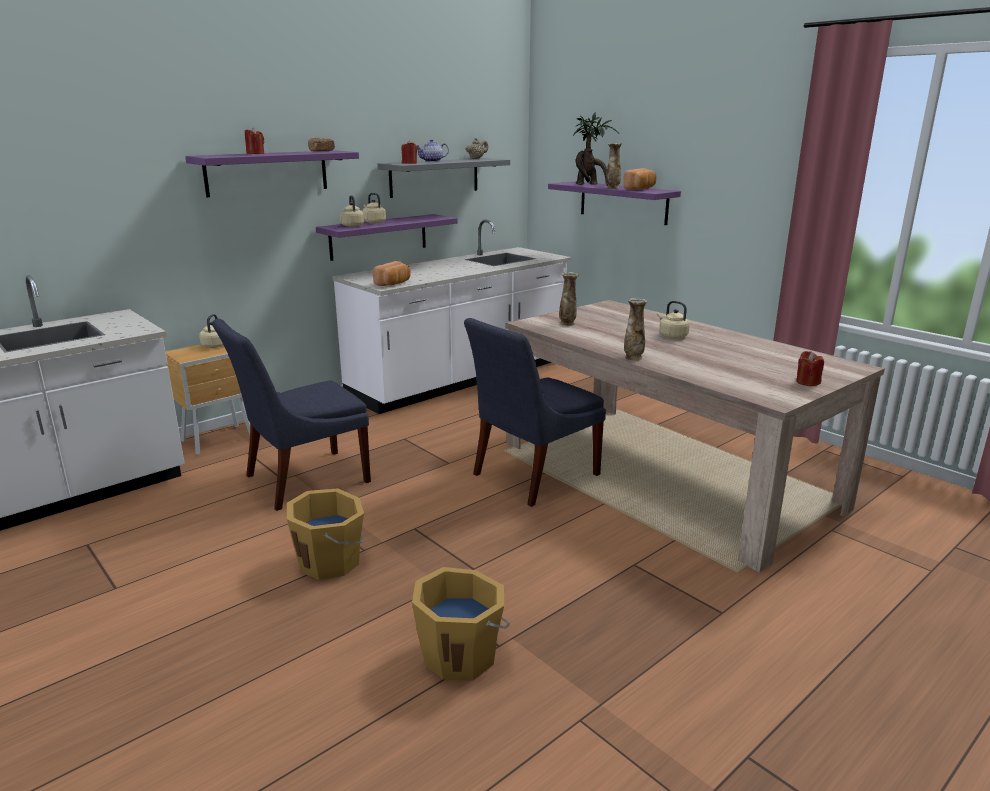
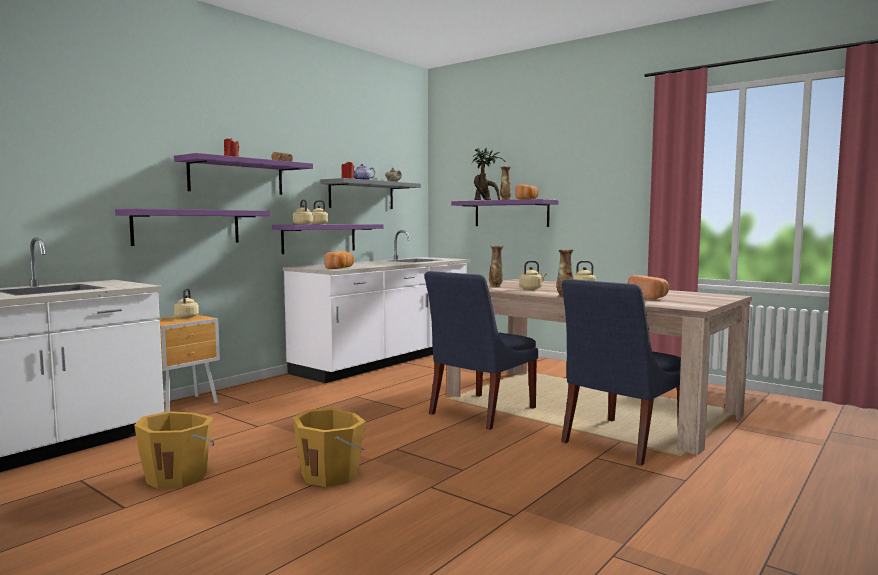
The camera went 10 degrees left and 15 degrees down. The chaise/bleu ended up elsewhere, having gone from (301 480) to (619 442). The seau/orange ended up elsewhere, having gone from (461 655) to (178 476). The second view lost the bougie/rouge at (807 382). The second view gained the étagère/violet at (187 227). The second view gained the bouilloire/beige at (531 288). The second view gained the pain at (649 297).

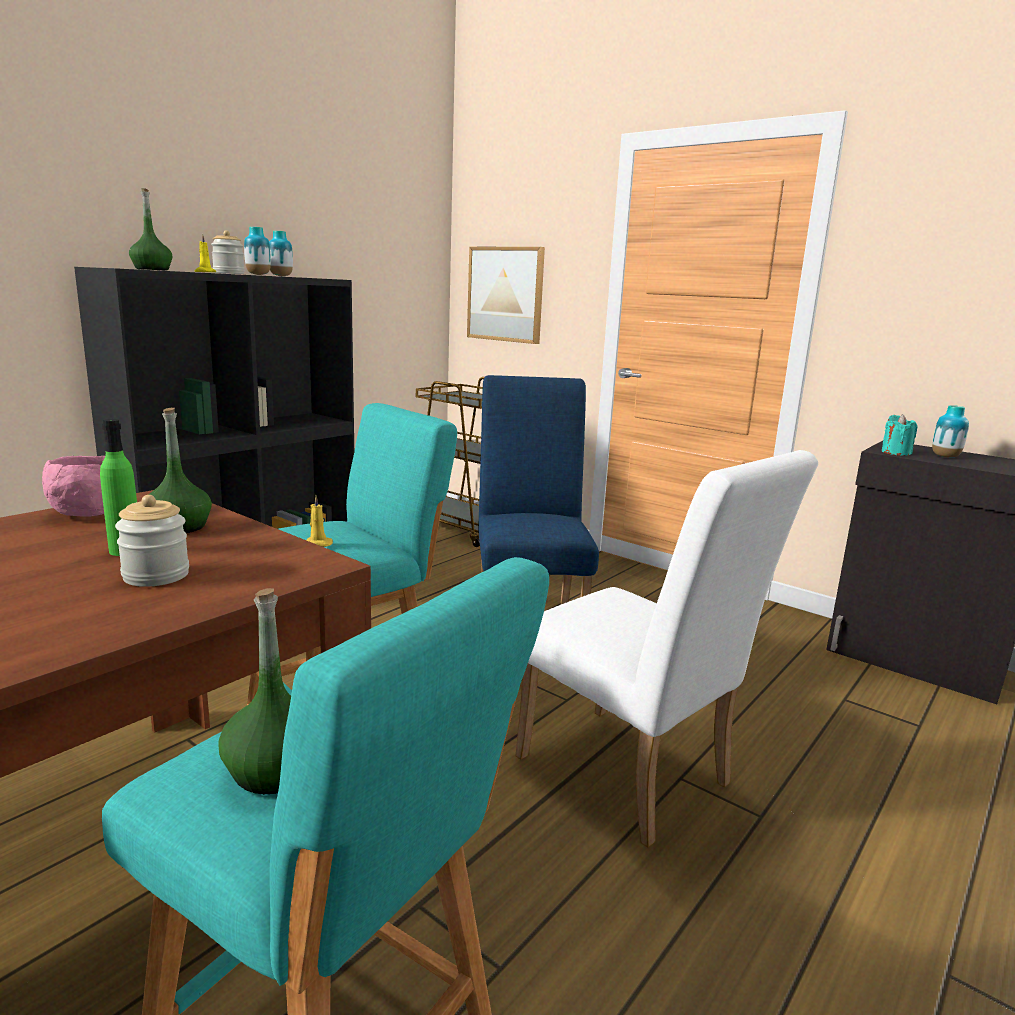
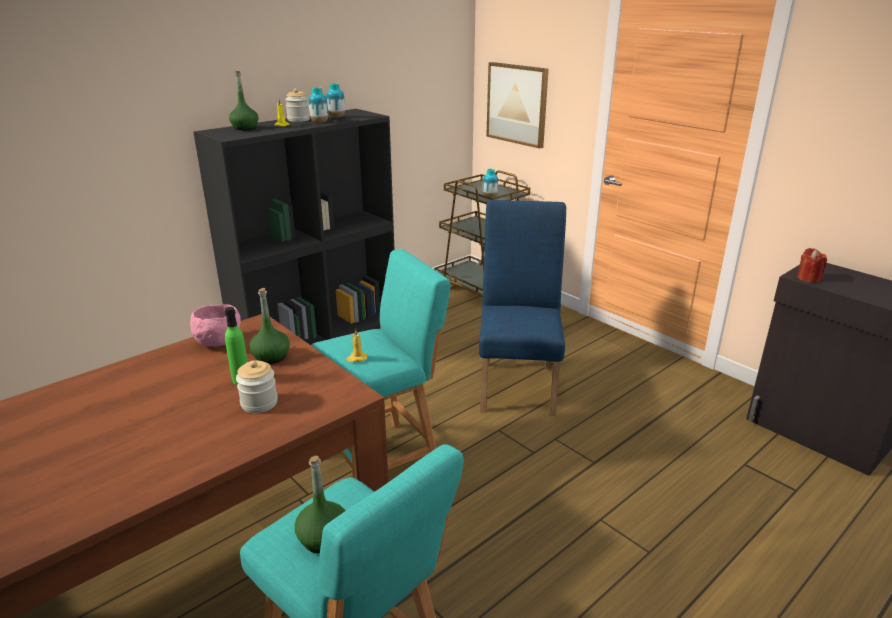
The camera went 10 degrees right and 10 degrees up. The second view lost the chaise/blanc at (633 779). What was the bougie/turquoise at (895 453) turned into the bougie/rouge at (808 278). The vase ended up elsewhere, having gone from (945 457) to (490 197).

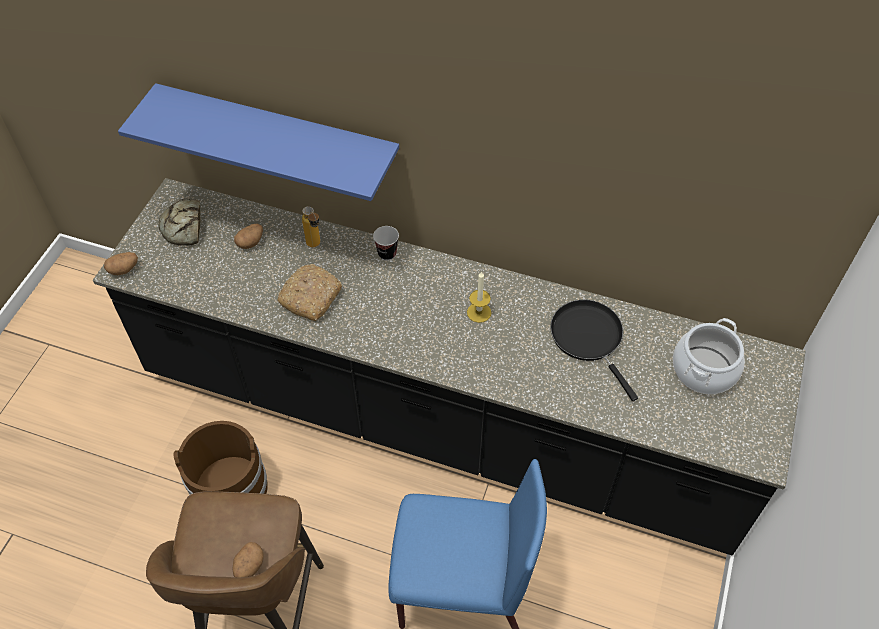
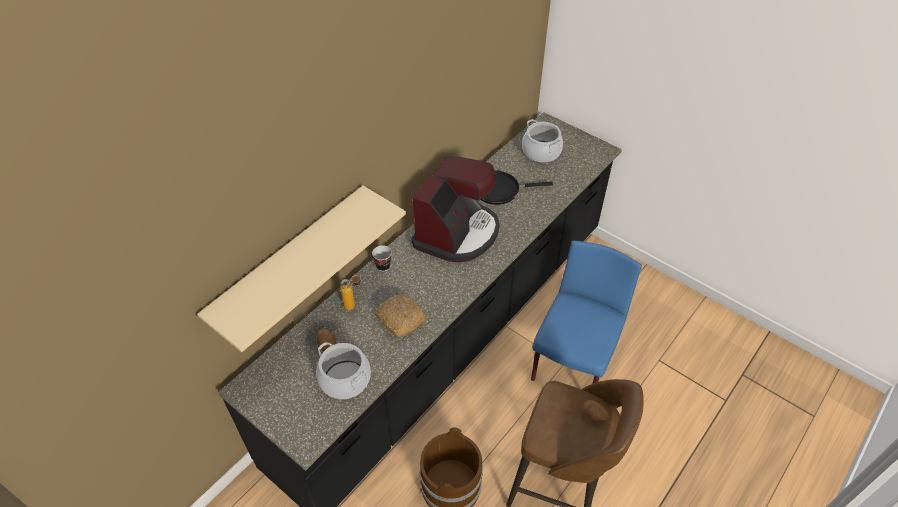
The camera went 70 degrees left and 5 degrees down. The second view lost the pomme de terre at (124 269). What was the étagère/bleu at (278 134) turned into the étagère/beige at (290 260). The second view lost the pain at (184 227). Where the bougie stood at (479 312), the machine à café came to stand at (457 233). The second view gained the marmite at (345 379).

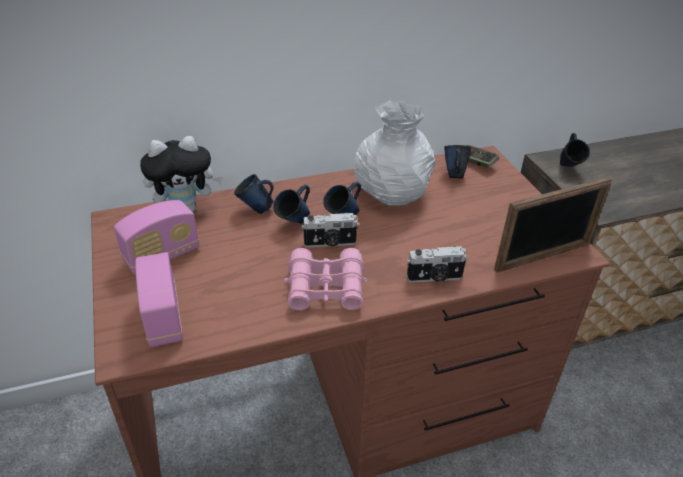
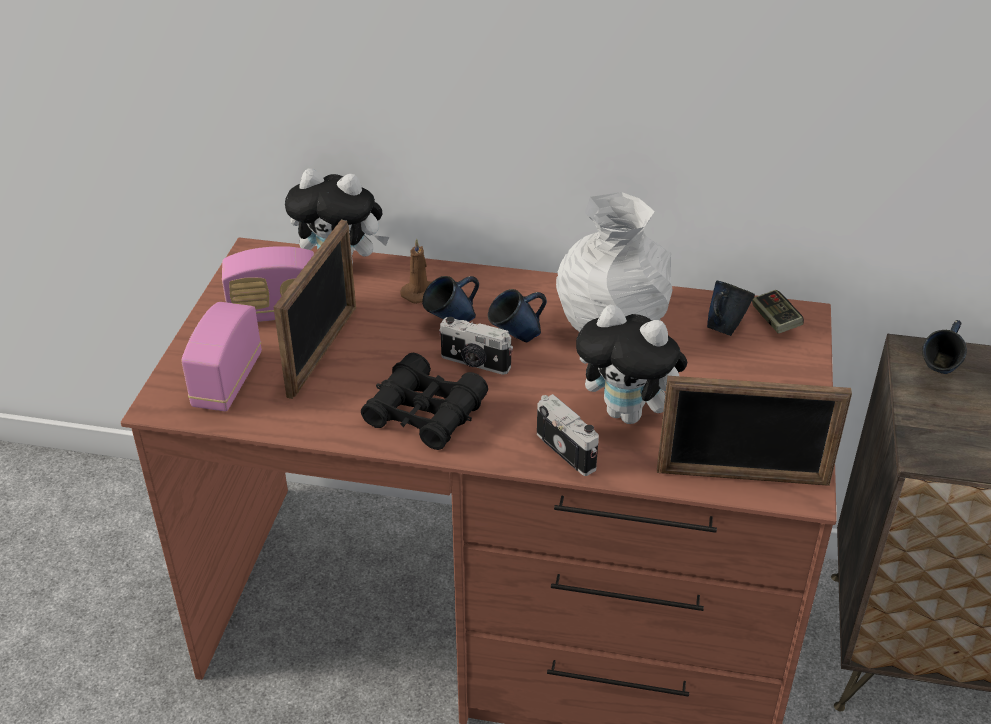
The camera went 30 degrees right and 0 degrees up. Where the mug/bleu stood at (256 210), the bougie/marron came to stand at (420 293). What was the jumelles/rose at (326 288) turned into the jumelles/noir at (425 413). The appareil photo at (435 278) ended up facing another way, 150 degrees counterclockwise from before. The second view gained the cadre photo at (323 351). The second view gained the peluche at (629 414).

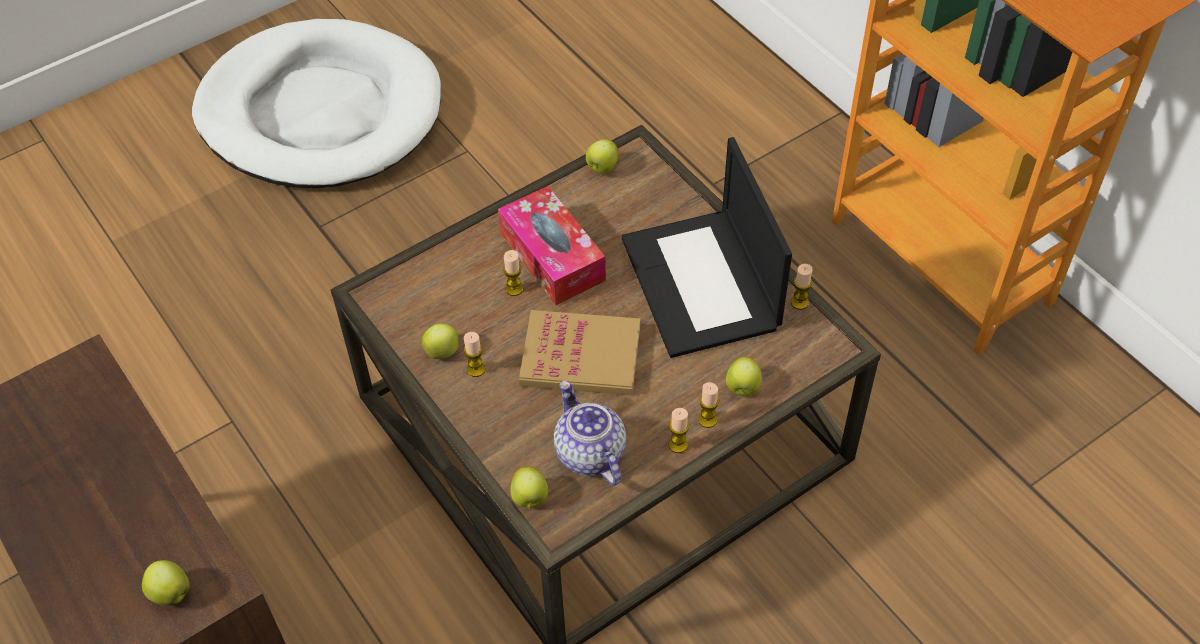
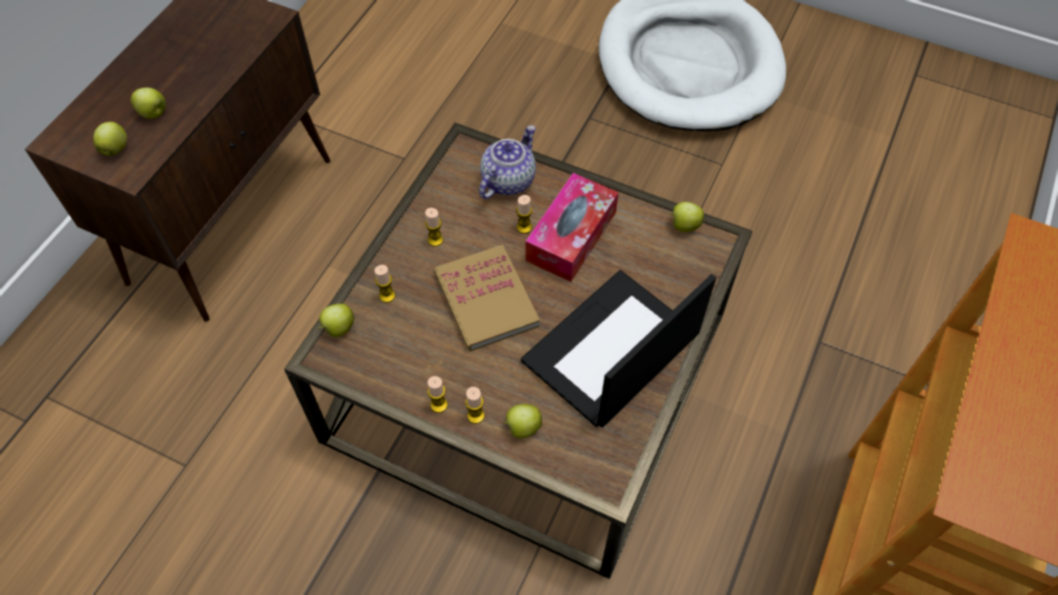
The camera went 60 degrees right and 5 degrees up. The pomme ended up elsewhere, having gone from (443 351) to (154 113). The théière ended up elsewhere, having gone from (589 453) to (508 180). The bougie ended up elsewhere, having gone from (799 302) to (387 296).

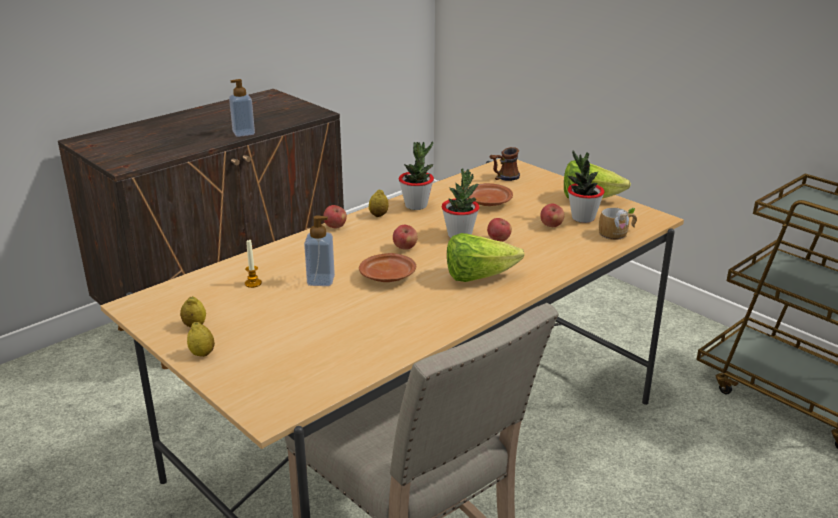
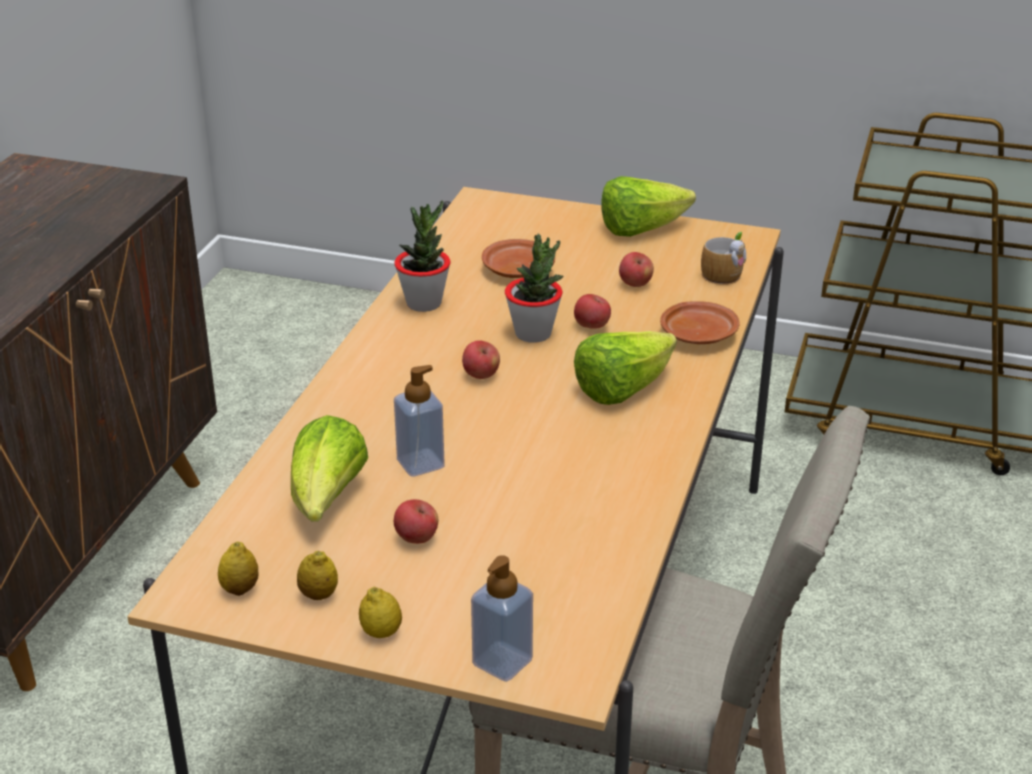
The camera went 30 degrees left and 5 degrees up. The distributeur de savon ended up elsewhere, having gone from (243 133) to (502 662). Where the bougie stood at (253 283), the laitue came to stand at (327 500). The pomme ended up elsewhere, having gone from (335 227) to (416 538). The assiette/marron ended up elsewhere, having gone from (388 276) to (699 335). The citron ended up elsewhere, having gone from (378 215) to (240 589). The second view lost the mug at (503 178). The second view lost the plante en pot at (583 218).

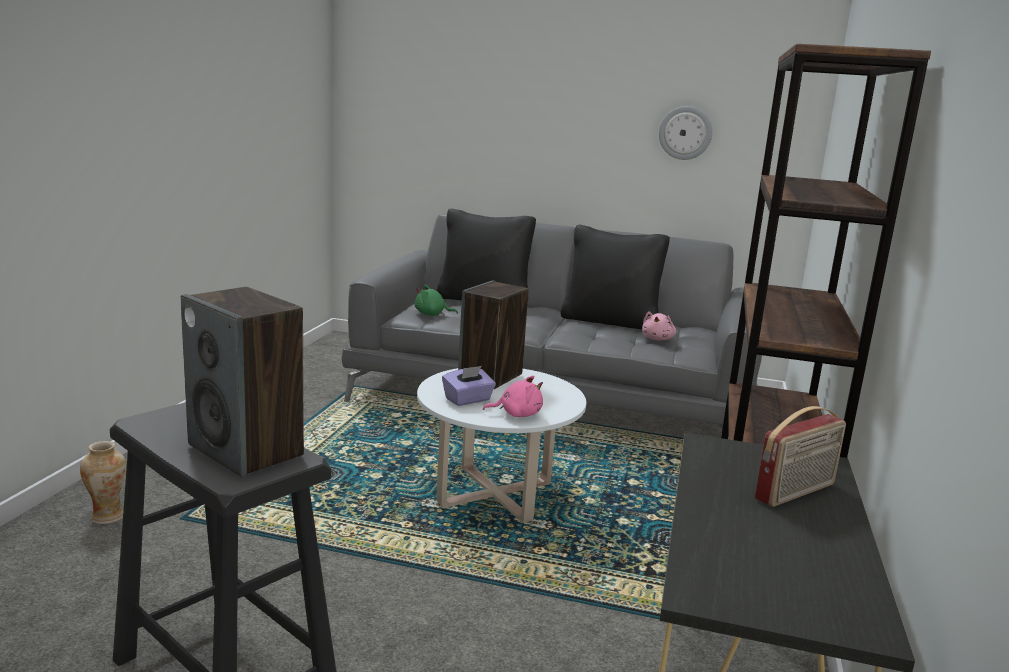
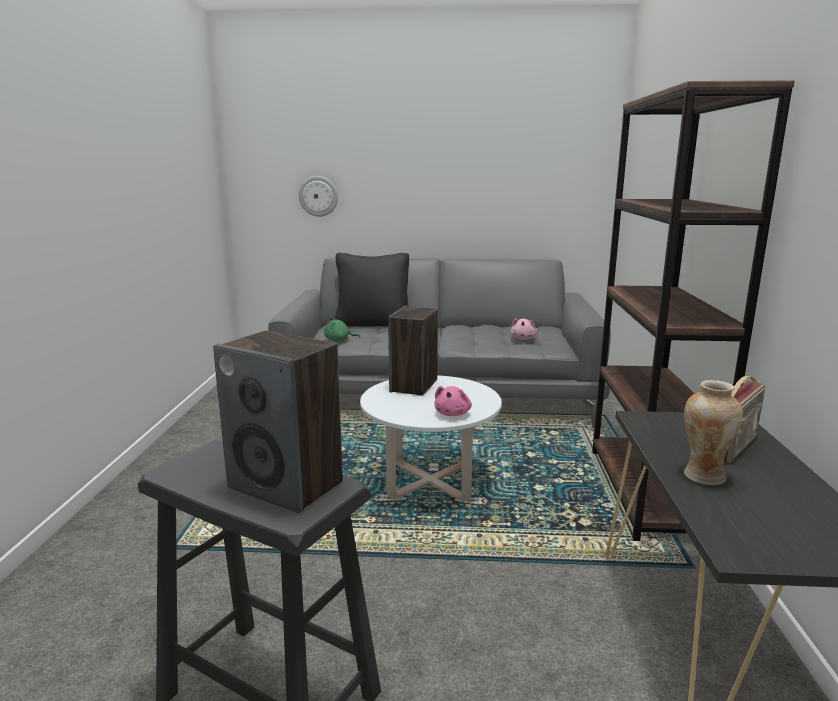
The camera went 10 degrees left and 0 degrees up. The vase ended up elsewhere, having gone from (107 516) to (703 476). The second view lost the boîte à mouchoirs/violet at (468 400). The peluche/rose at (517 414) ended up facing another way, 120 degrees clockwise from before. The second view lost the coussin/noir at (610 321). The horloge murale ended up elsewhere, having gone from (685 133) to (318 196).

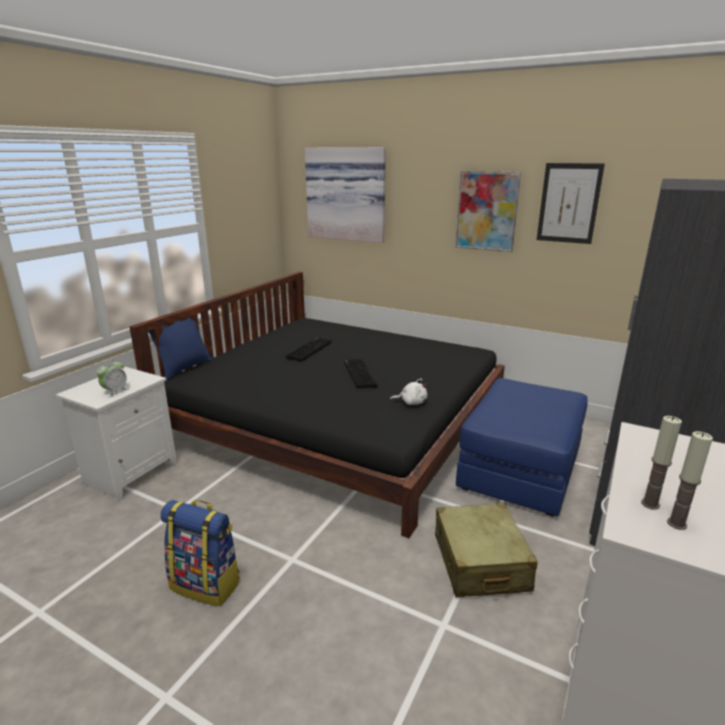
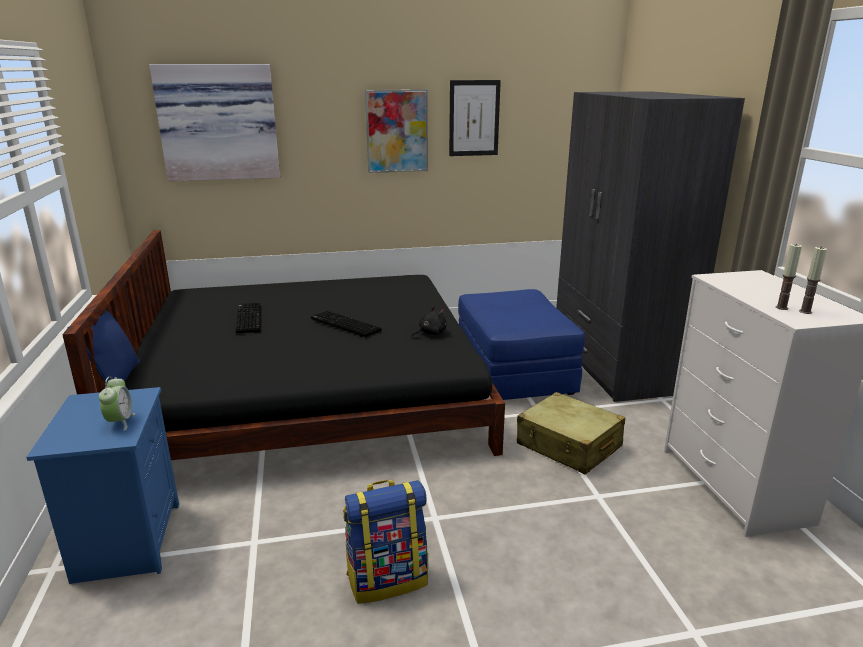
The camera went 40 degrees left and 0 degrees up. What was the table de chevet/blanc at (131 473) turned into the table de chevet/bleu at (127 540). What was the peluche/blanc at (411 402) turned into the peluche/noir at (430 333).

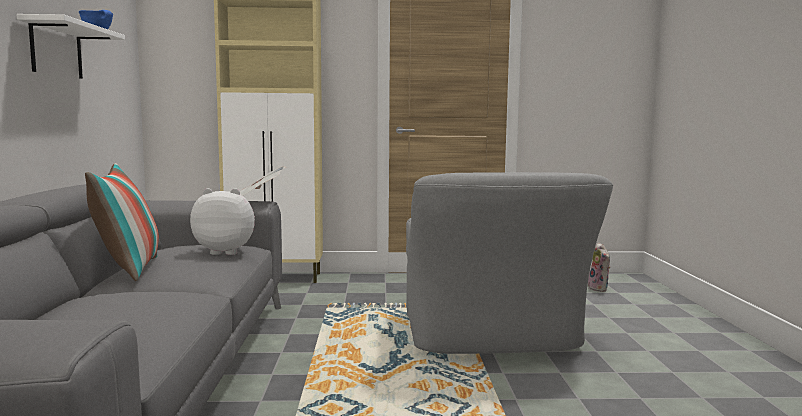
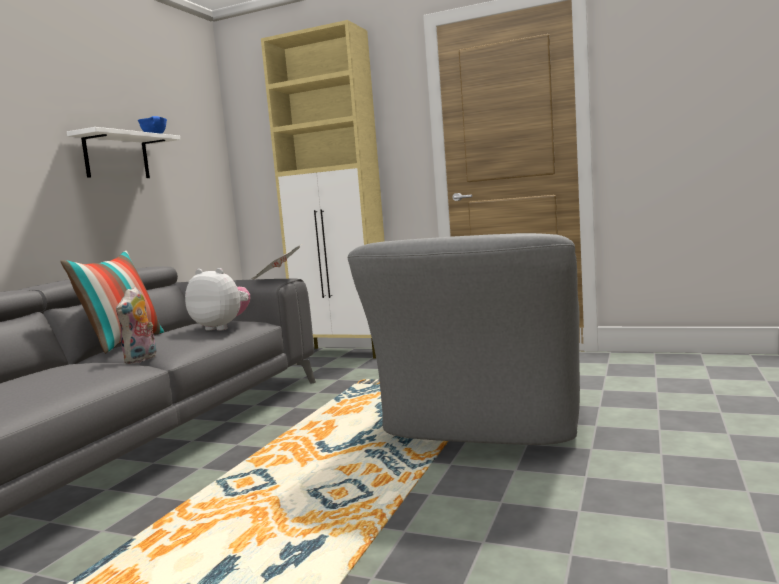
The camera went 25 degrees right and 0 degrees up. The peluche ended up elsewhere, having gone from (599 289) to (141 359).

